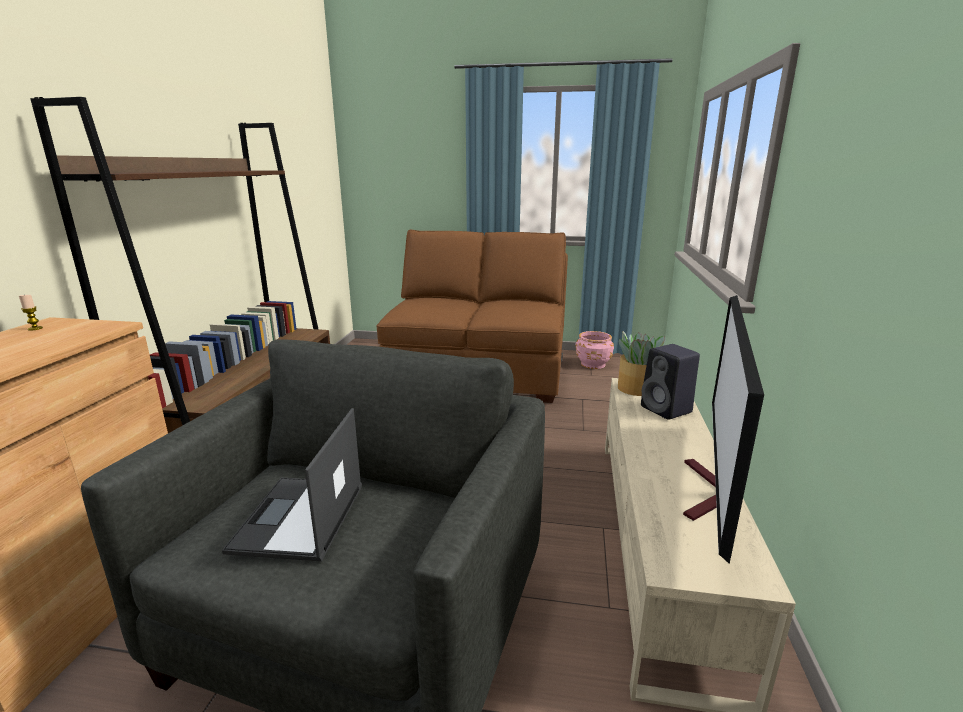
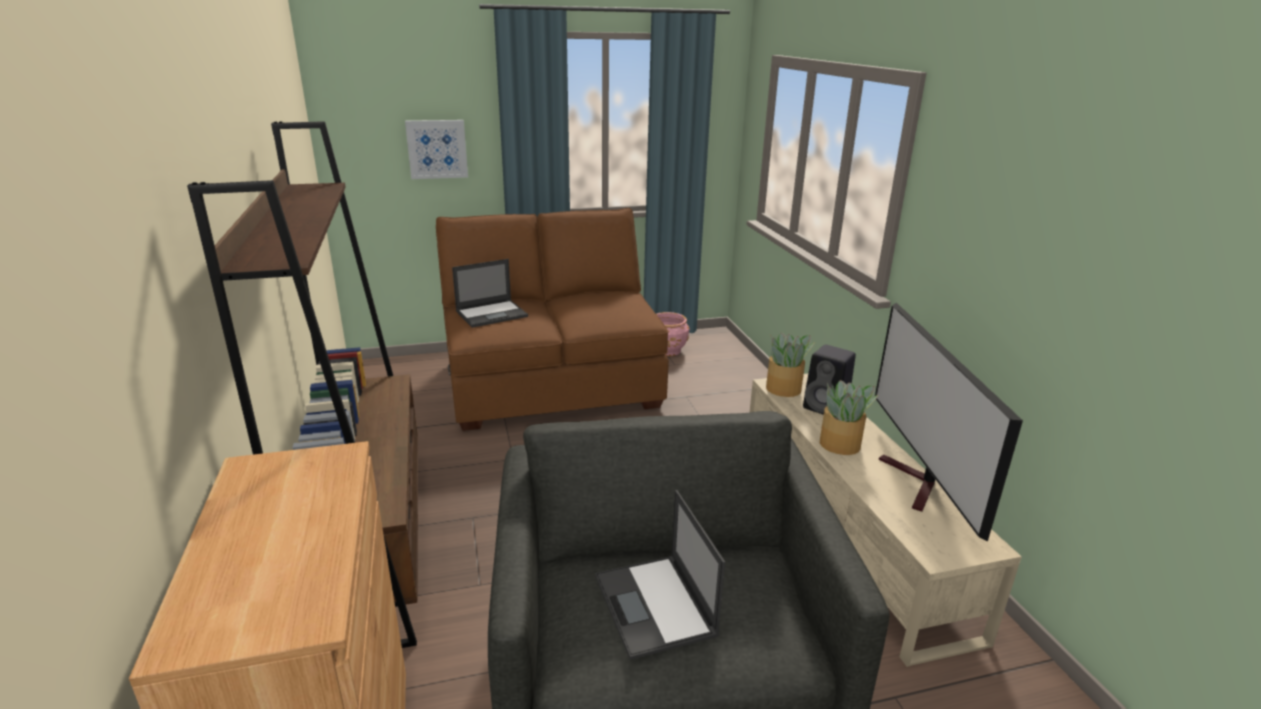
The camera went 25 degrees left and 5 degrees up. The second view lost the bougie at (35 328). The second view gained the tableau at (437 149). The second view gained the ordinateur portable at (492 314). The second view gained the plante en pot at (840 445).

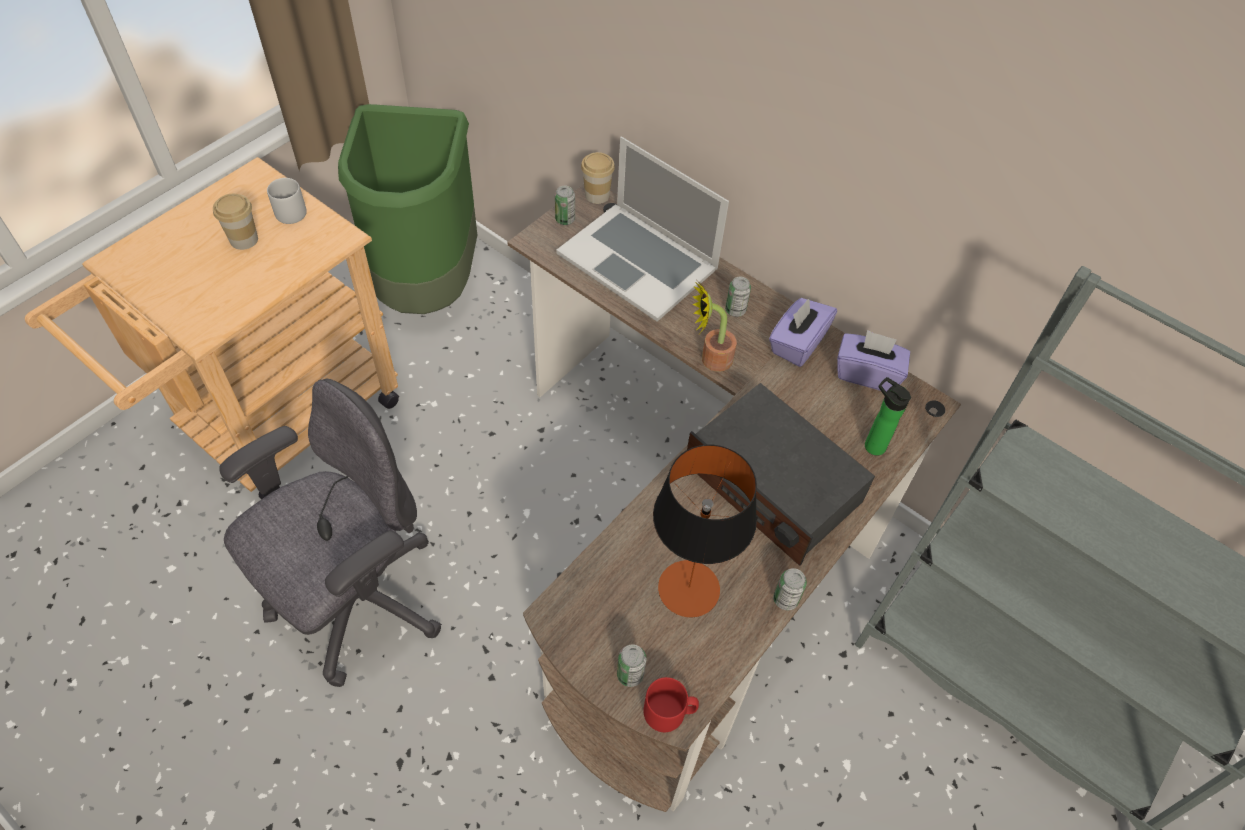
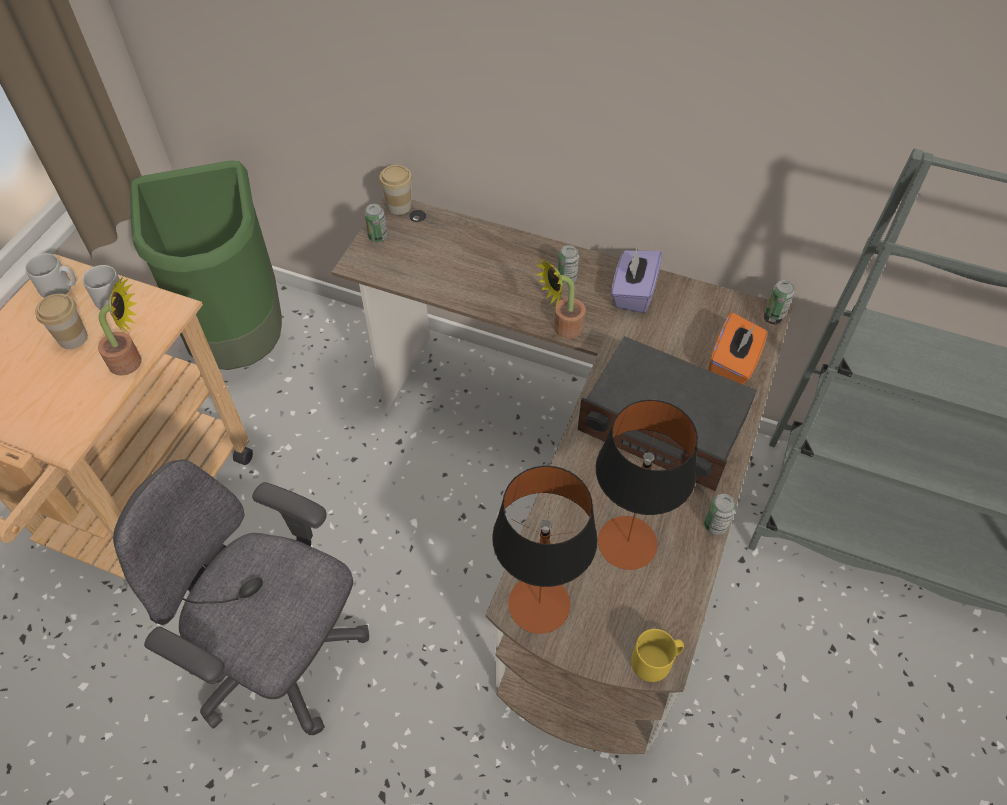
The camera went 15 degrees left and 0 degrees up. The chaise de bureau/gris at (356 601) ended up facing another way, 90 degrees counterclockwise from before. The second view lost the ordinateur portable at (638 260). The boîte métallique ended up elsewhere, having gone from (630 674) to (775 313). What was the mug/rouge at (669 712) turned into the mug/jaune at (655 661). The second view lost the boîte à mouchoirs/violet at (867 373). Where the bouteille stood at (872 444), the boîte à mouchoirs/orange came to stand at (733 364). The second view gained the mug/gris at (60 288). The second view gained the plante en pot at (132 362). The second view gained the lampe de table at (539 604).

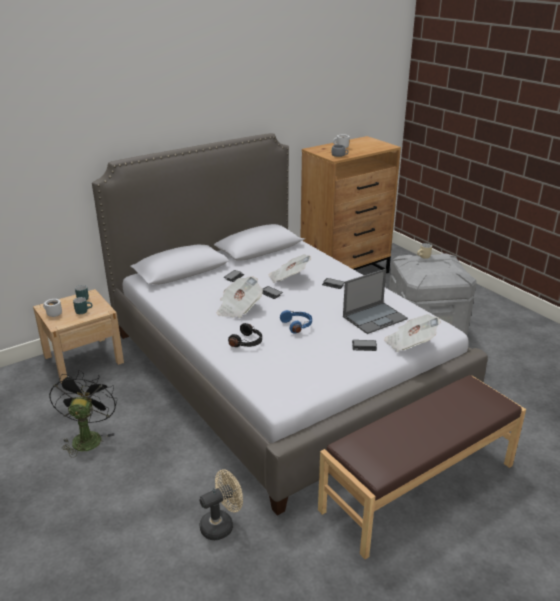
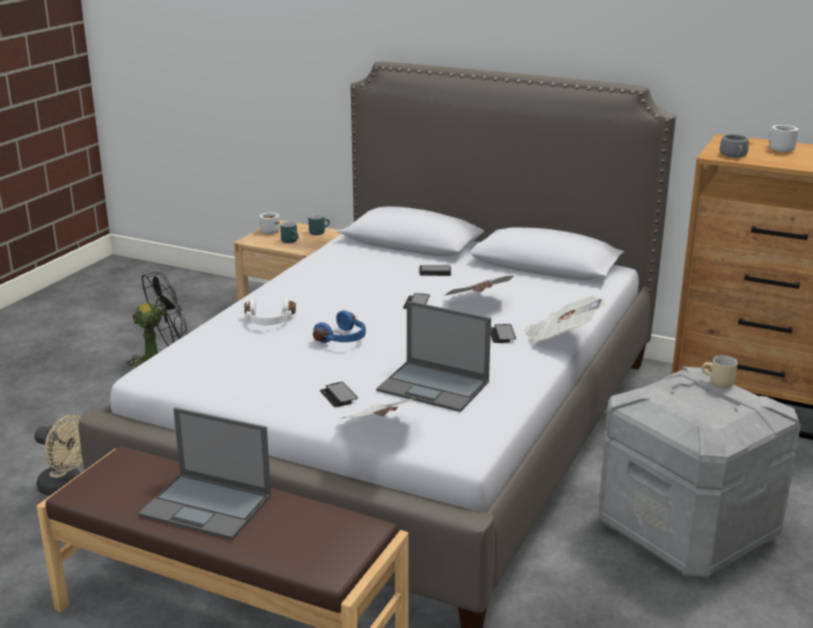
The camera went 60 degrees right and 5 degrees down. The journal ended up elsewhere, having gone from (238 308) to (560 338). What was the casque audio/noir at (247 342) turned into the casque audio/blanc at (269 322). The second view gained the ordinateur portable at (208 506).

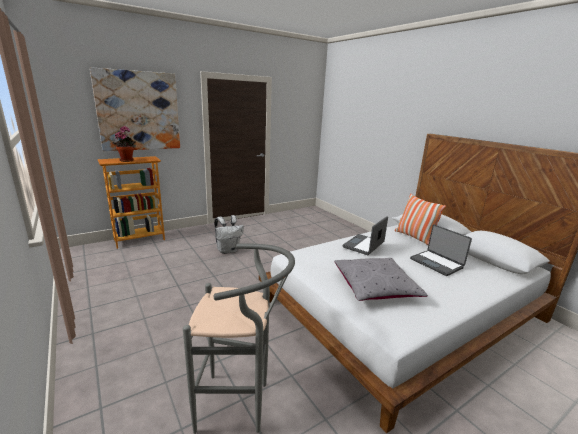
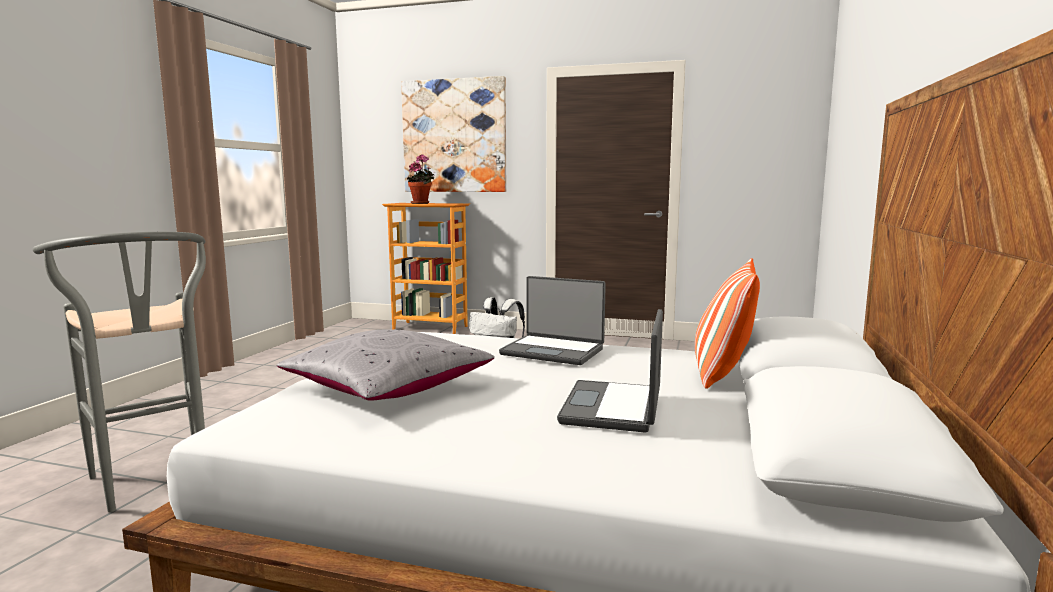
The camera went 50 degrees right and 10 degrees down. The ordinateur portable at (364 245) ended up facing another way, 150 degrees counterclockwise from before.

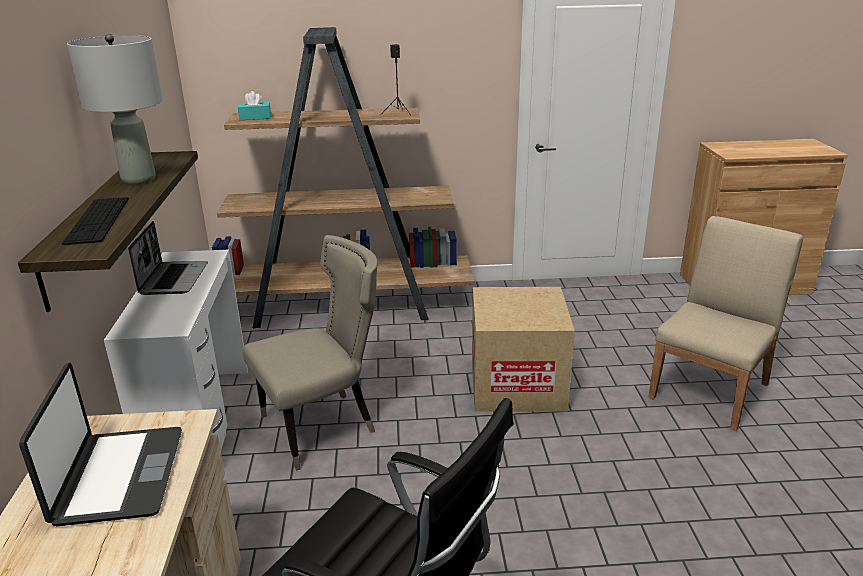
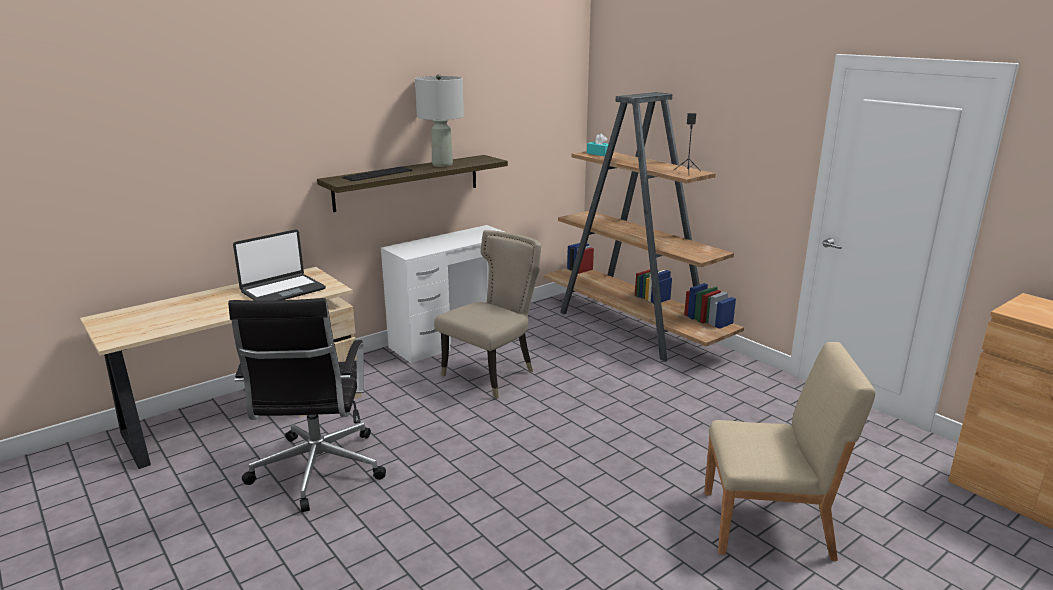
The camera went 55 degrees right and 5 degrees down. The second view lost the ordinateur portable at (173 279). The chaise/beige at (323 426) ended up facing another way, 75 degrees counterclockwise from before. The second view lost the carton at (517 385).

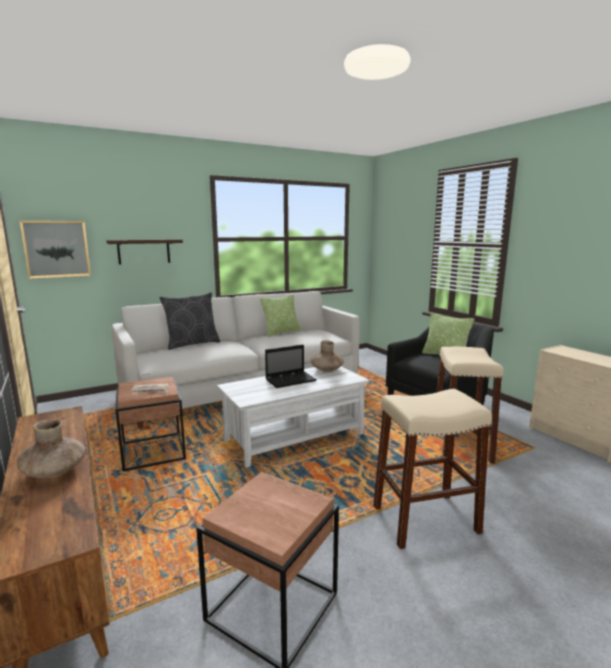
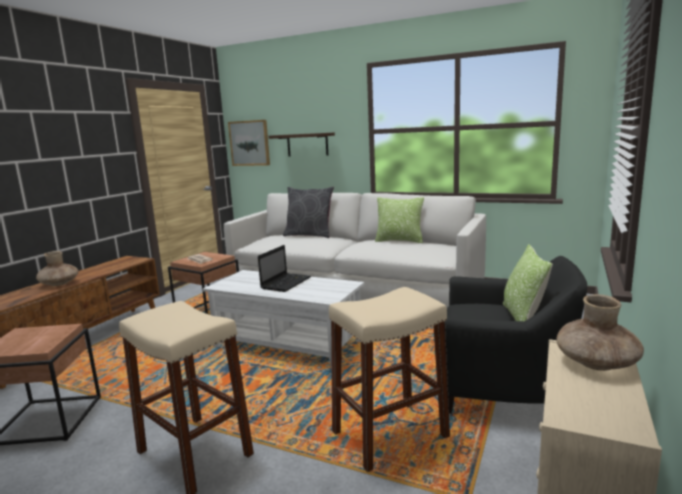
The camera went 55 degrees right and 0 degrees up. The ordinateur portable at (291 380) ended up facing another way, 90 degrees counterclockwise from before. The vase/marron ended up elsewhere, having gone from (326 370) to (596 363).

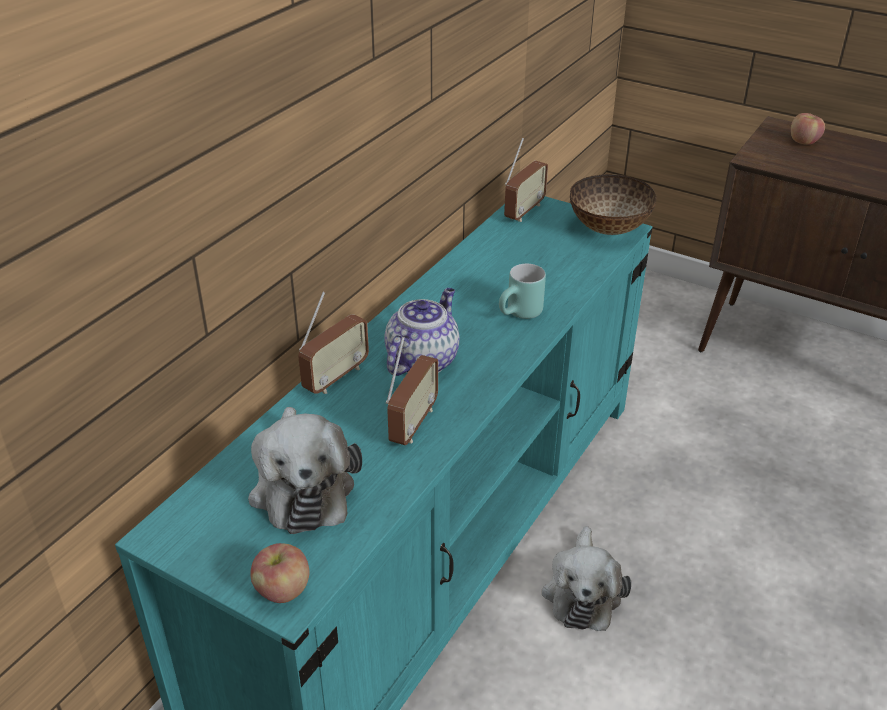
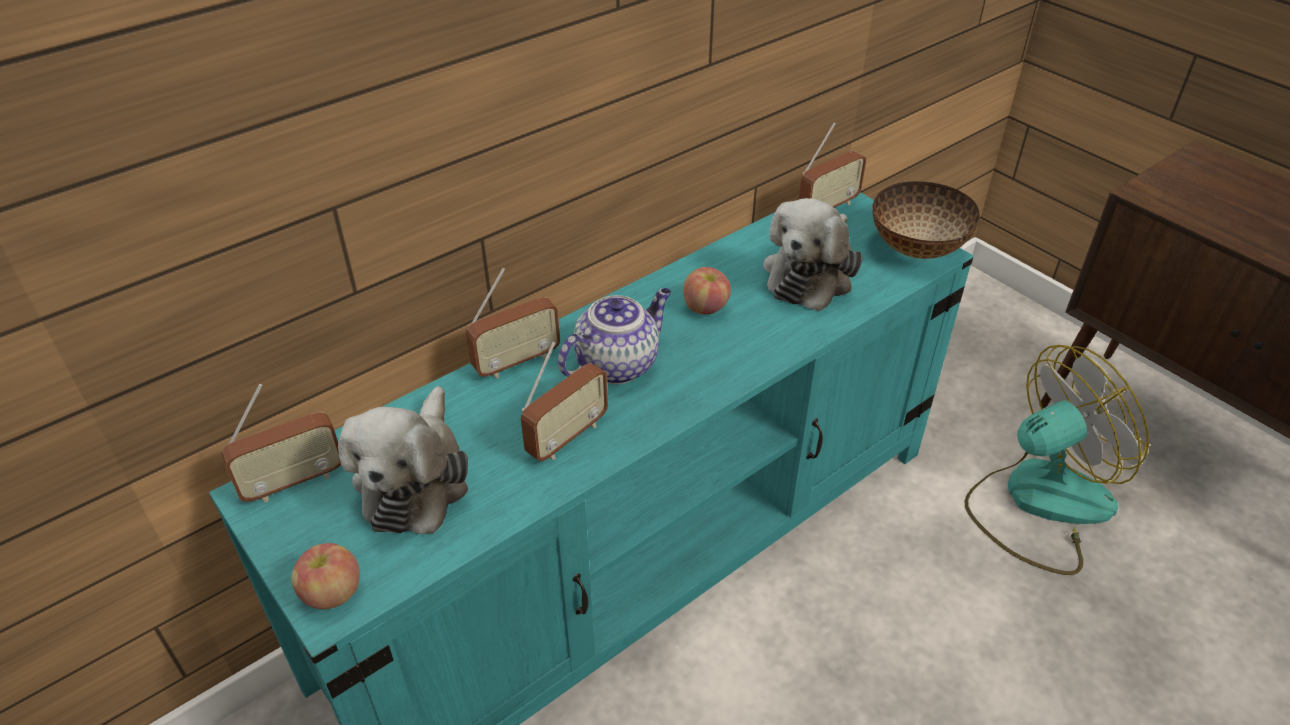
The camera went 20 degrees right and 5 degrees up. The second view lost the mug/turquoise at (521 315). The peluche ended up elsewhere, having gone from (582 592) to (810 274). The pomme ended up elsewhere, having gone from (803 142) to (705 307). The second view gained the radio at (293 482). The second view gained the ventilateur at (1038 503).

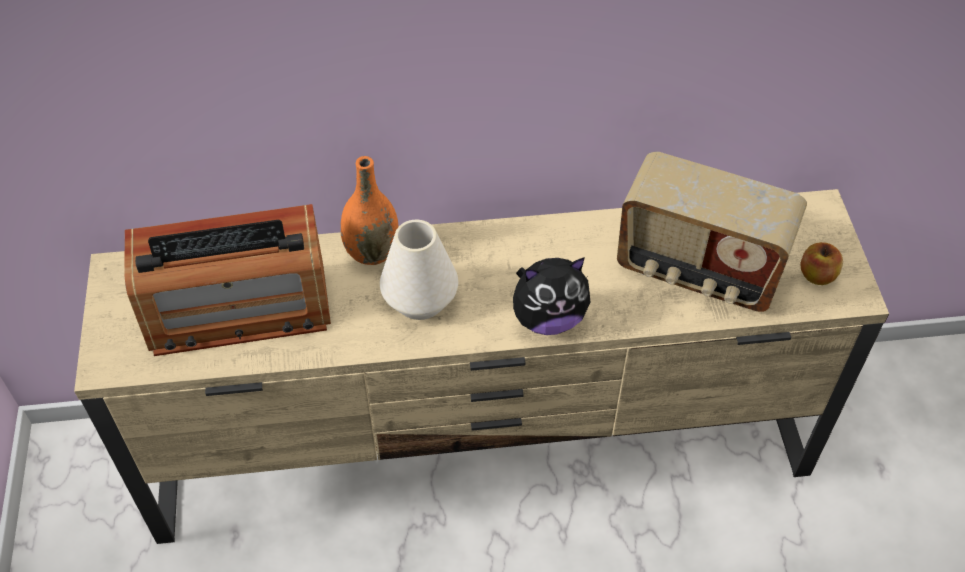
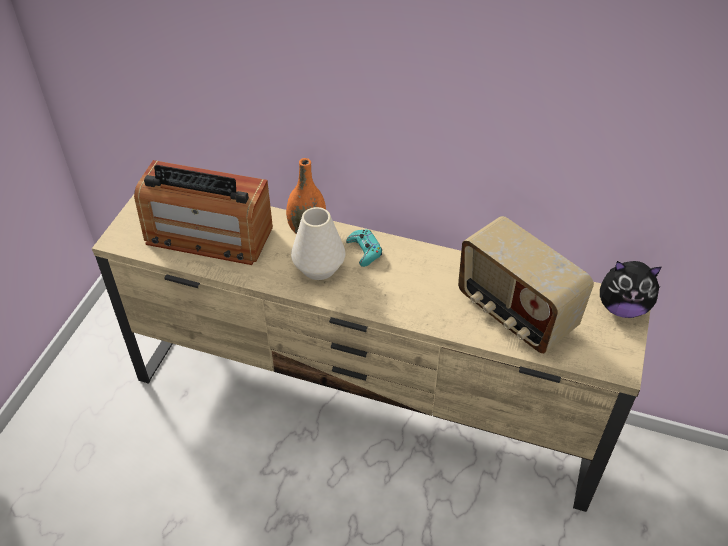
The camera went 25 degrees right and 5 degrees down. The peluche ended up elsewhere, having gone from (548 318) to (622 307). The second view lost the pomme at (817 275). The second view gained the manette/turquoise at (364 251).

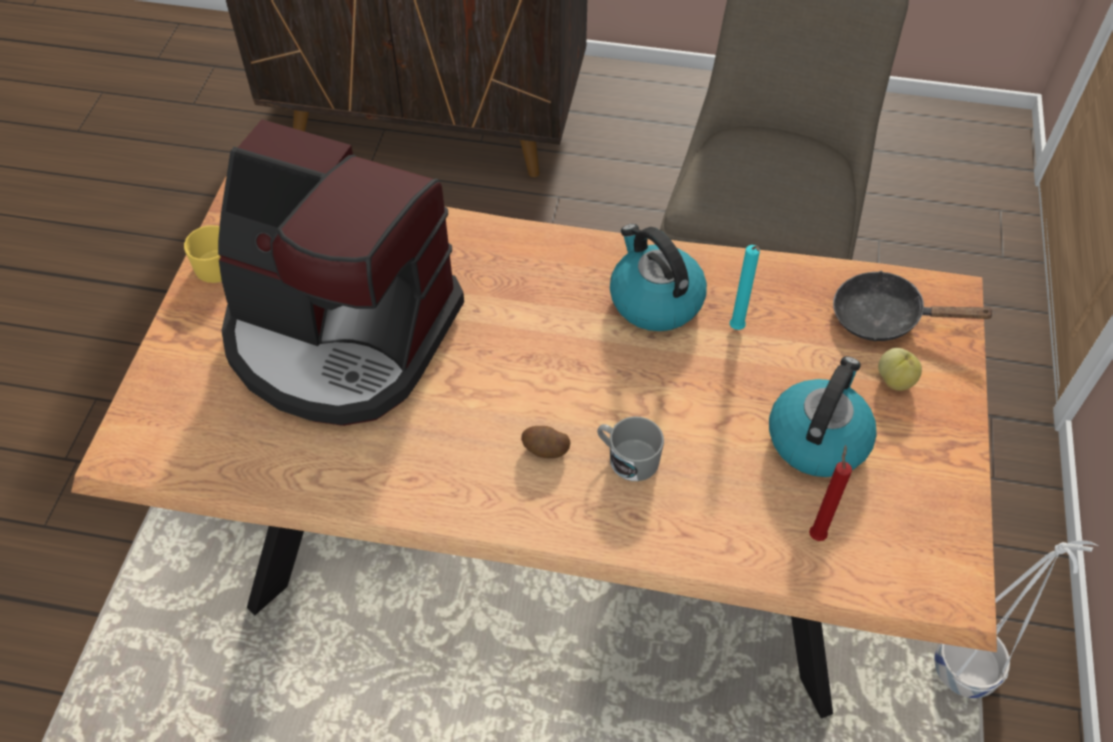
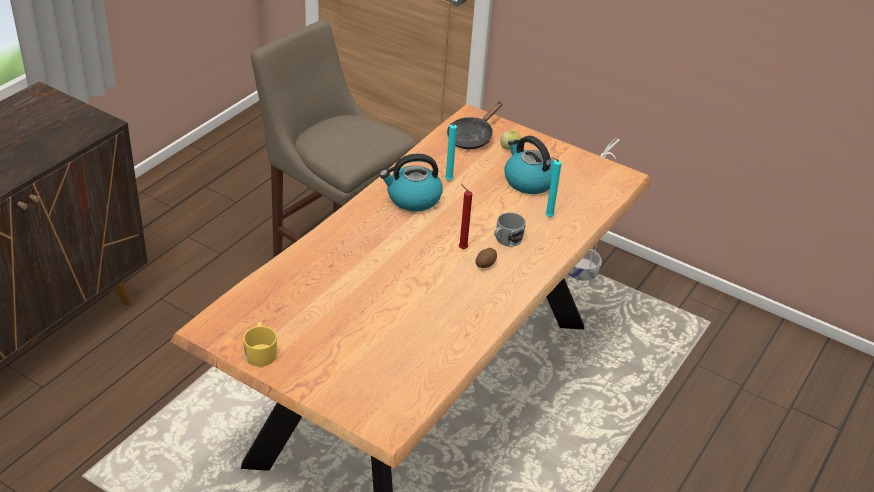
The camera went 70 degrees left and 15 degrees down. The second view lost the machine à café at (341 336). The bougie/rouge ended up elsewhere, having gone from (817 533) to (461 248). The second view gained the bougie/turquoise at (547 217).

